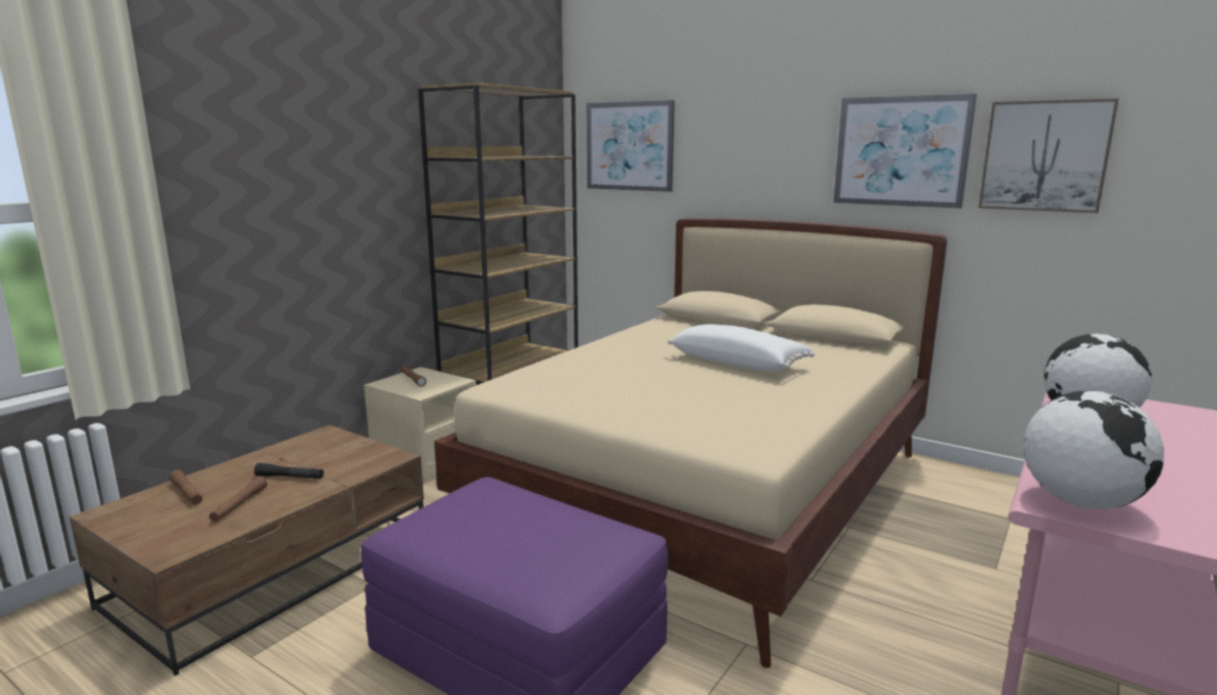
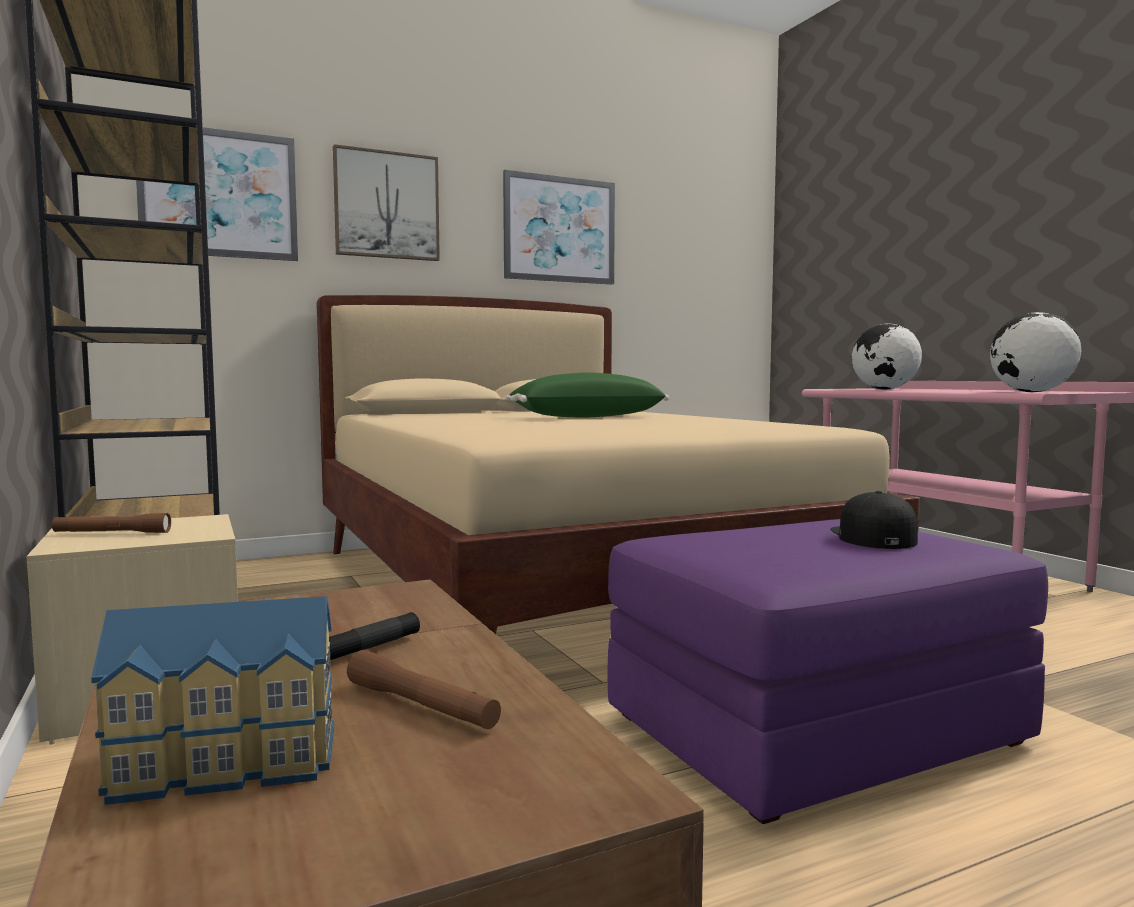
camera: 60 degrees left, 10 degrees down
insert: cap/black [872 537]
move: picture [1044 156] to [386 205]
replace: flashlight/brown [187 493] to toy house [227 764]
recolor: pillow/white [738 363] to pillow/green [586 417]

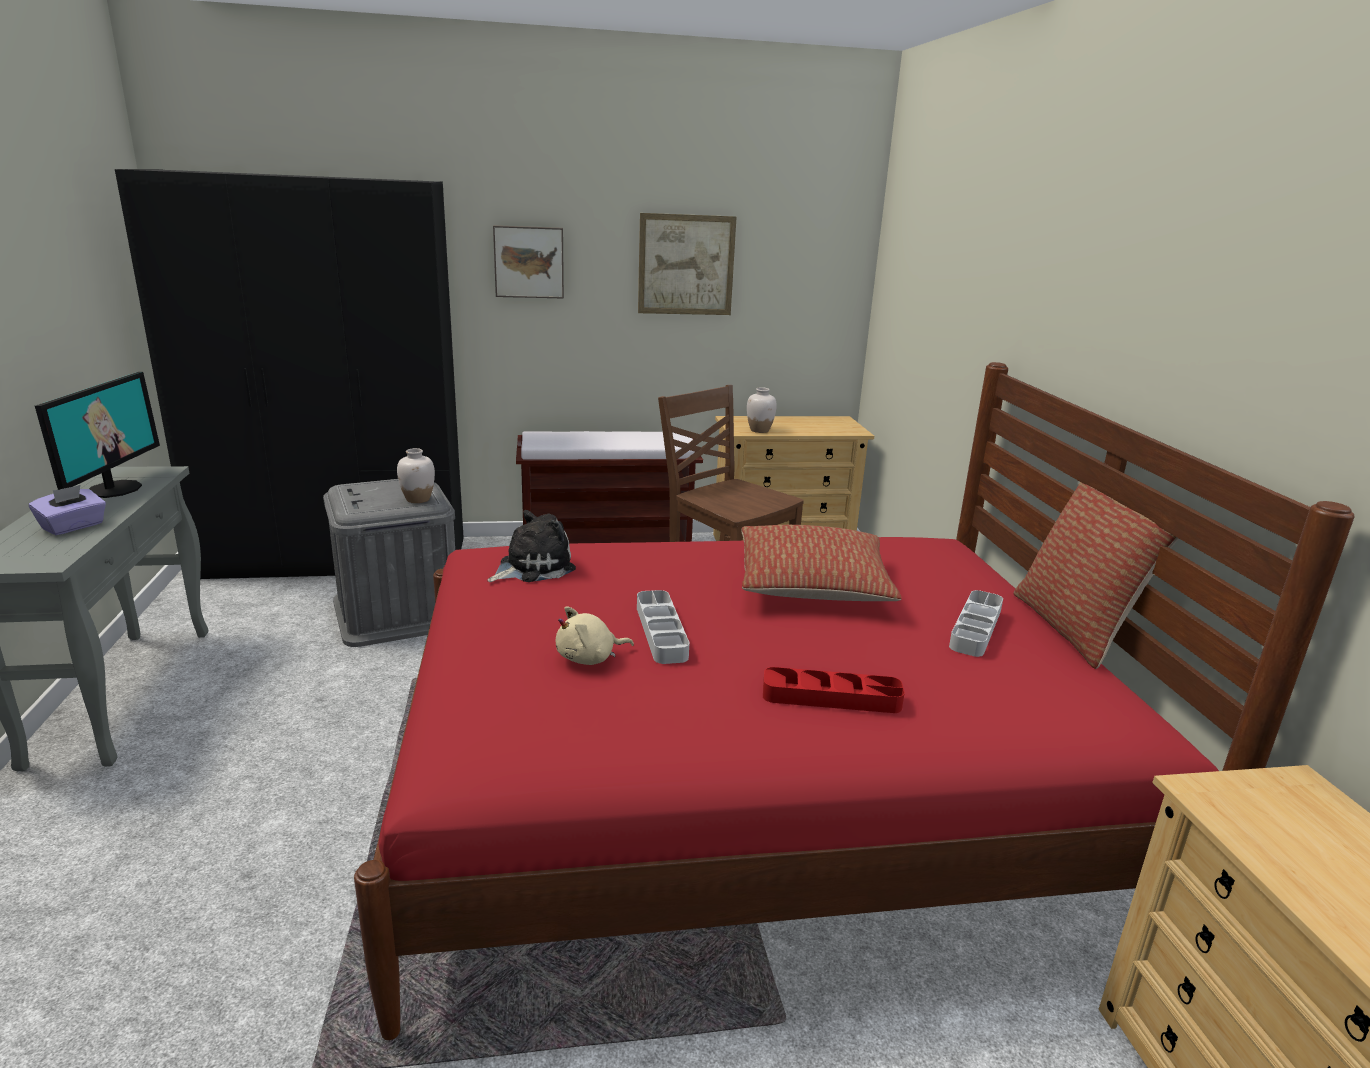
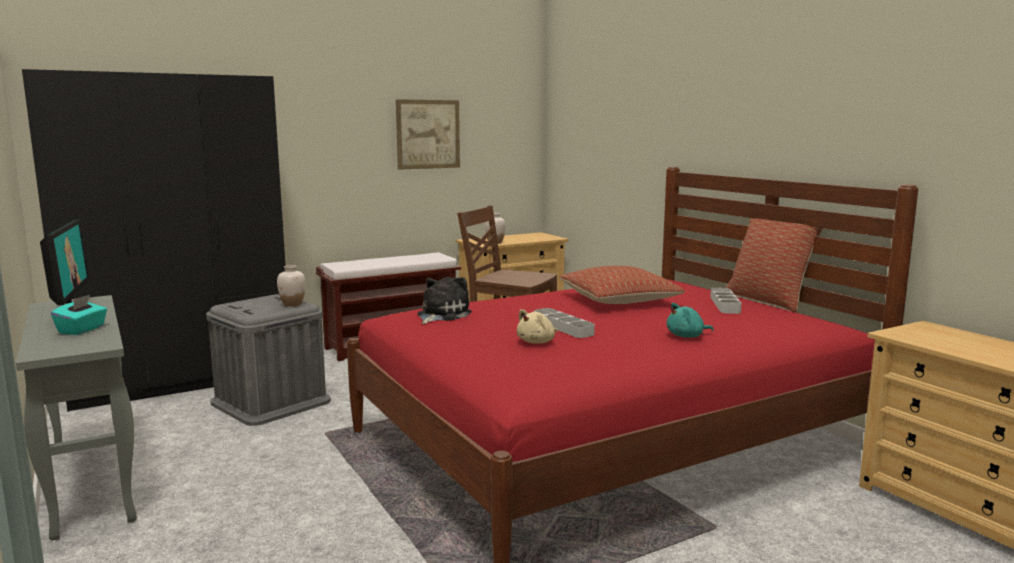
camera: 20 degrees left, 10 degrees down
delete: picture [529 262]
replace: tray/red [831 697] to plush toy/turquoise [687 336]
recolor: tissue box/purple [73 527] to tissue box/turquoise [82 330]

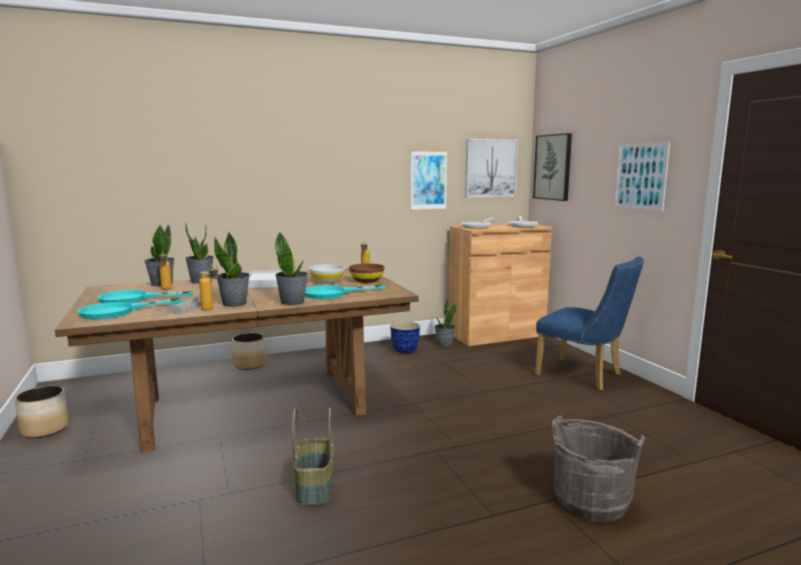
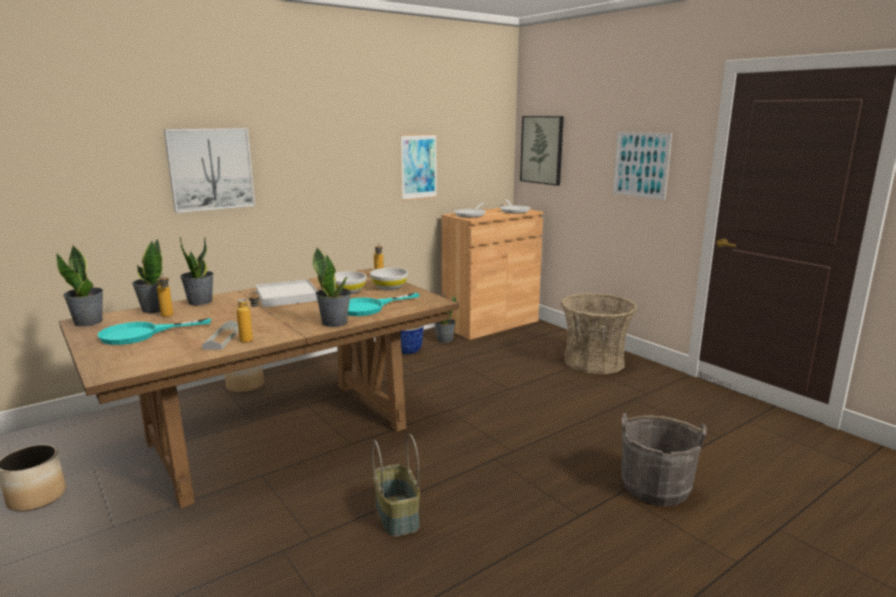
camera: 15 degrees left, 5 degrees up
delete: frying pan/turquoise [118 311]
move: potted plant [235 303] to [89 322]; picture [490 168] to [211 169]
replace: chair/blue [584 376] to basket [594 362]
recolor: bowl/brown [366 281] to bowl/white [389 287]

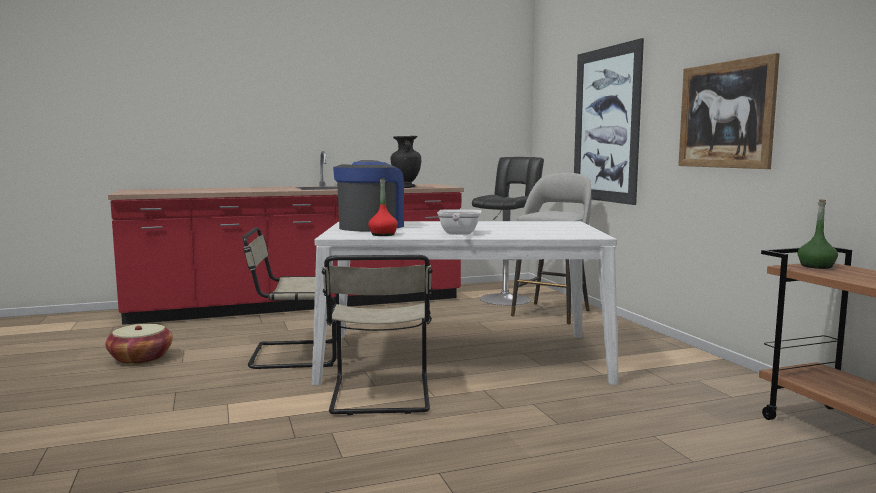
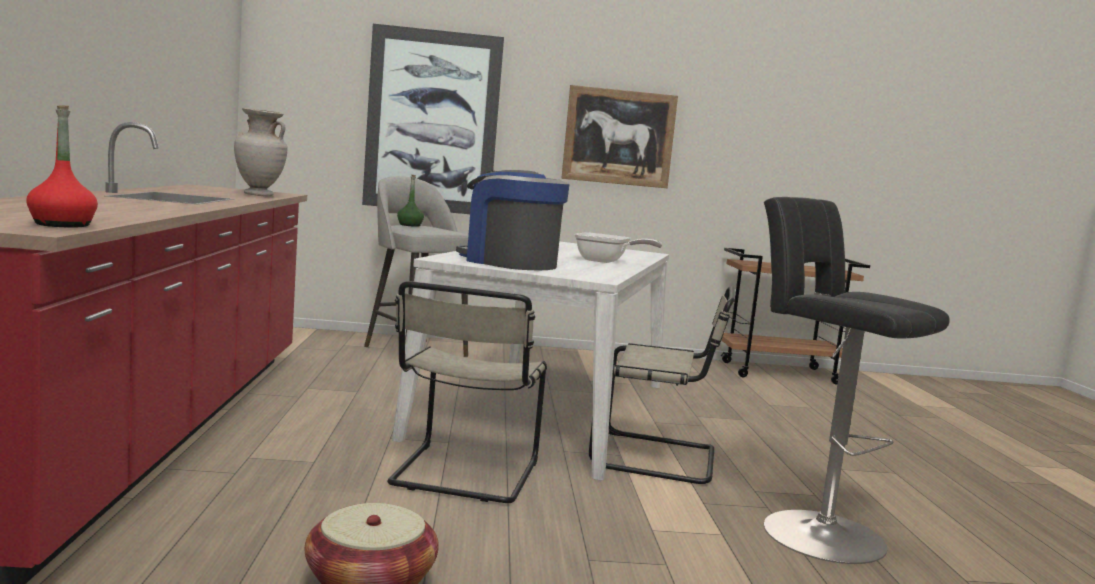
camera: 75 degrees left, 0 degrees up
move: bottle/red [383 234] to [62 225]; stool/black [506 298] to [815 532]; bottle/green [816 266] to [410 225]
recolor: vase/black [406 187] to vase/beige [258 195]

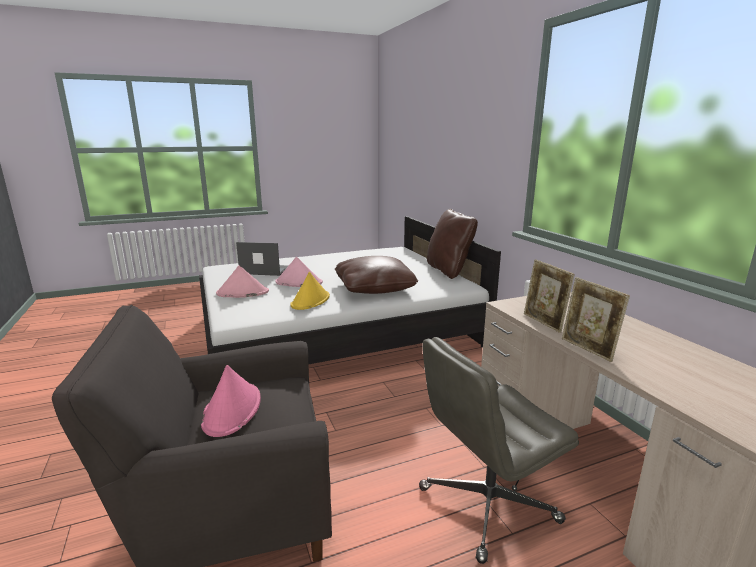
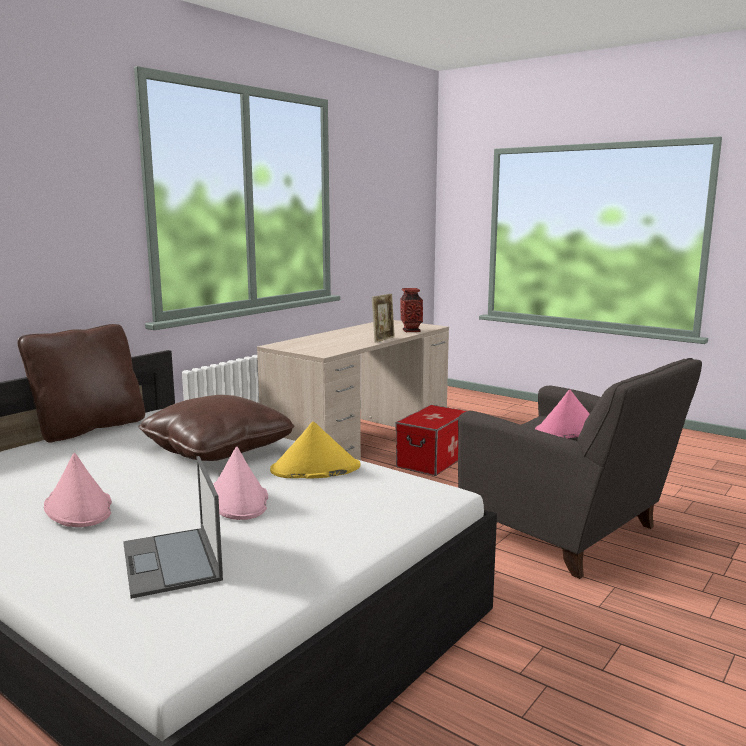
camera: 120 degrees left, 5 degrees down
delete: picture frame [543 323]
insert: vase [411 331]
move: hat/pink [242 293] to [79 507]
replace: office chair/grey [487 505] to storage box [432 461]

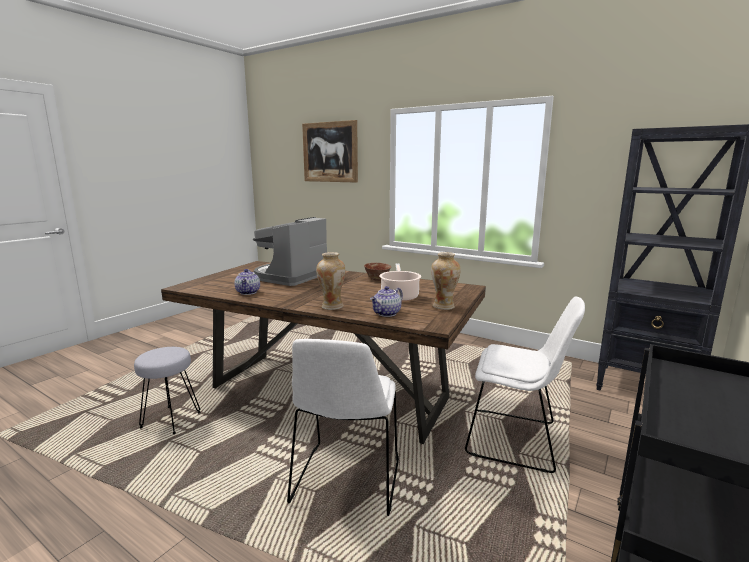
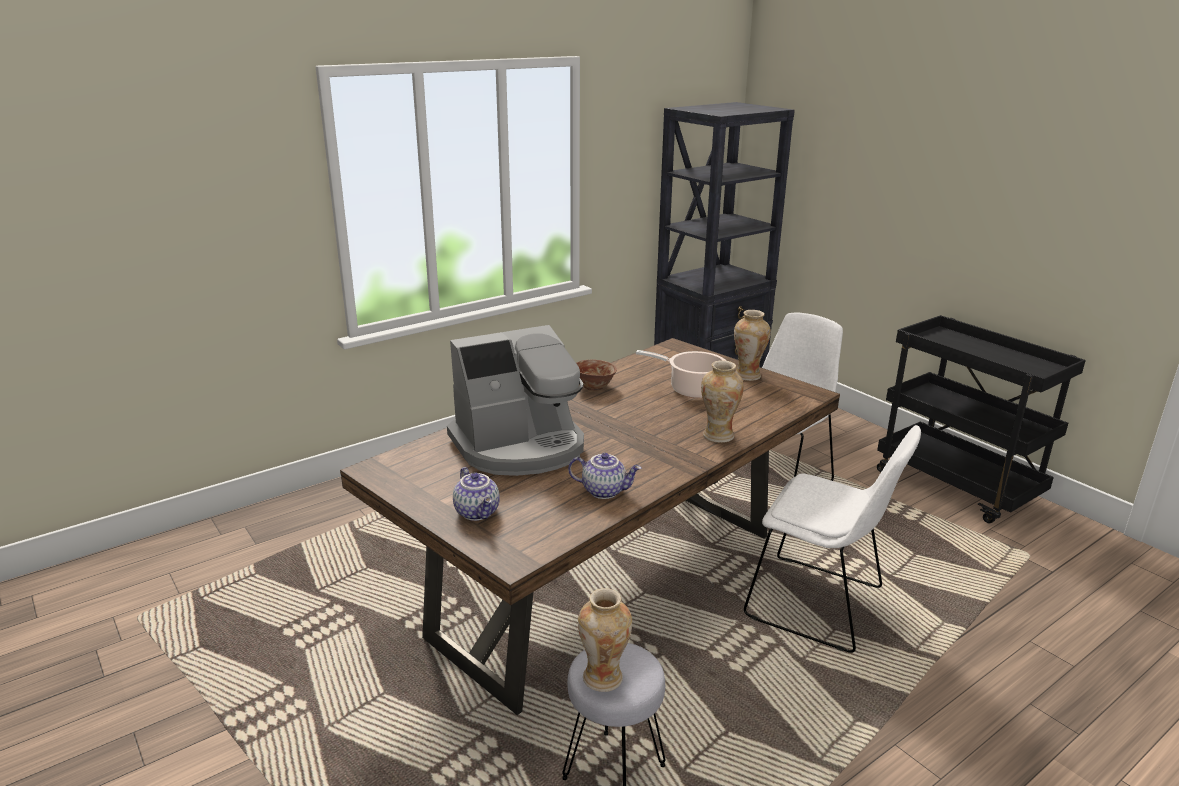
camera: 70 degrees left, 10 degrees up
delete: picture [330 152]
insert: vase [603 678]
move: teapot [387 314] to [478 512]
rotate: coffee machine [291 276] = [520 446] 75 degrees counterclockwise

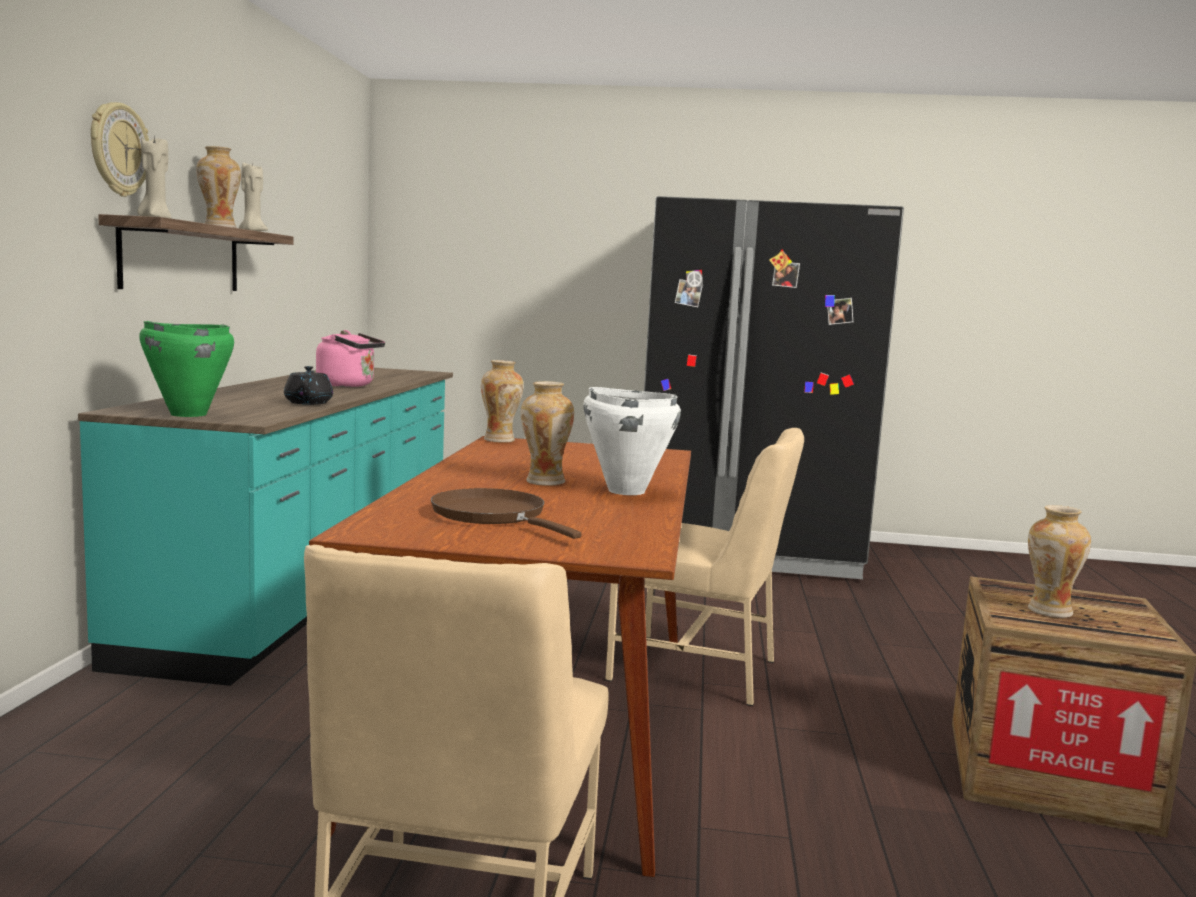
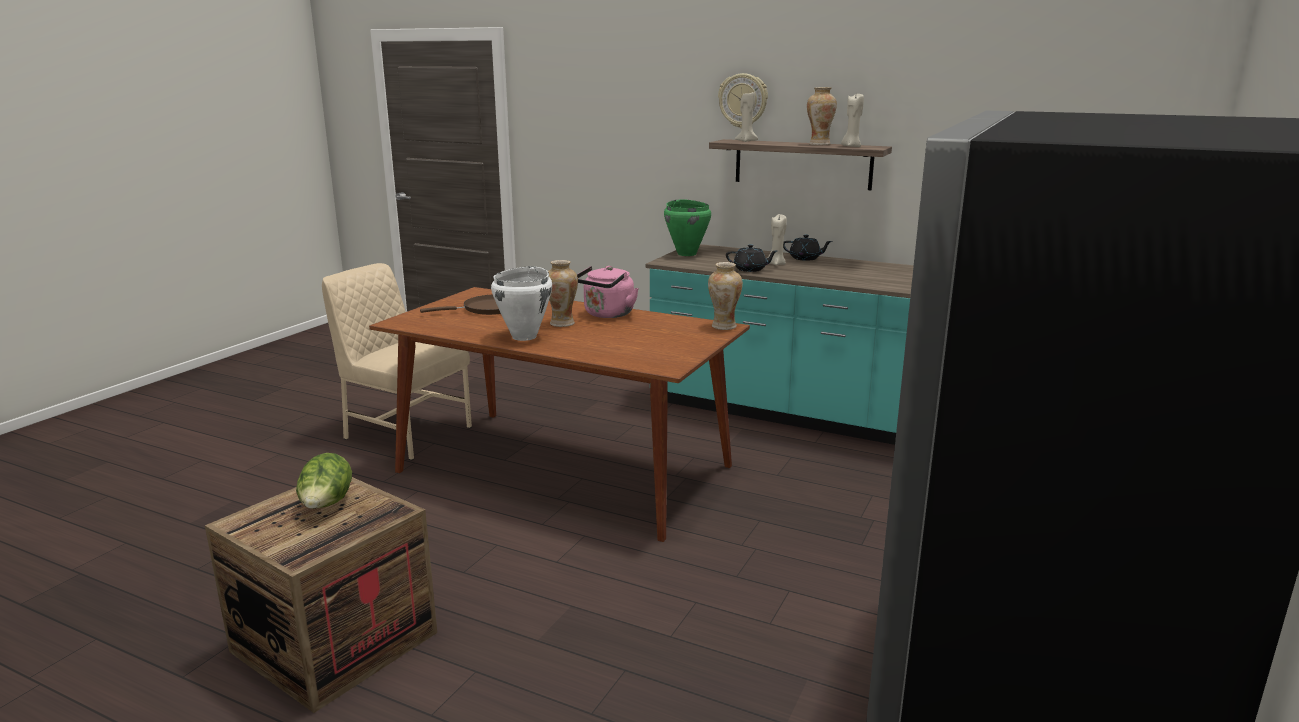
camera: 110 degrees right, 10 degrees up
delete: chair/beige [696 670]
insert: candle/beige [776 264]; teapot/black [805 258]
move: kettle/pink [349 385] to [607 314]
replace: vase [1049 611] to lettuce [326 506]

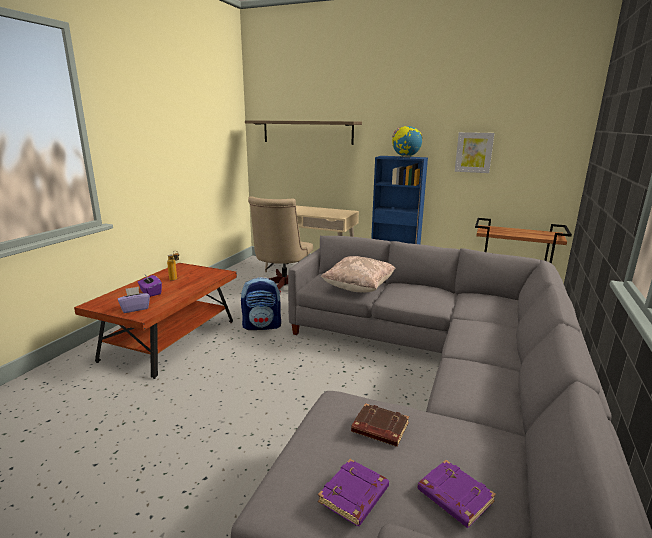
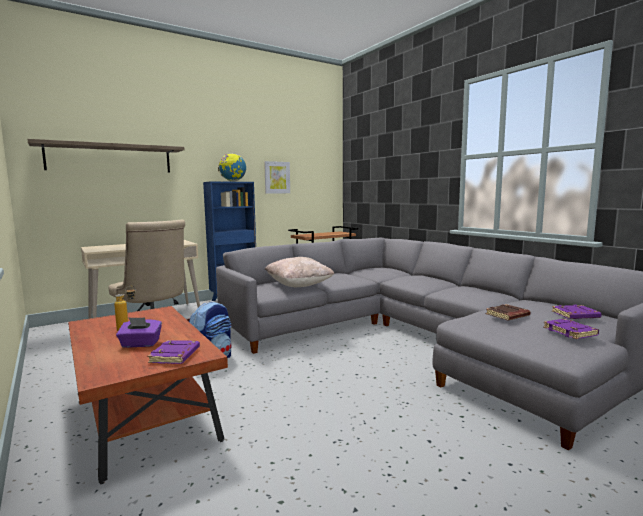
camera: 55 degrees left, 10 degrees down
replace: tissue box/purple [135 308] to book/purple [175 356]

